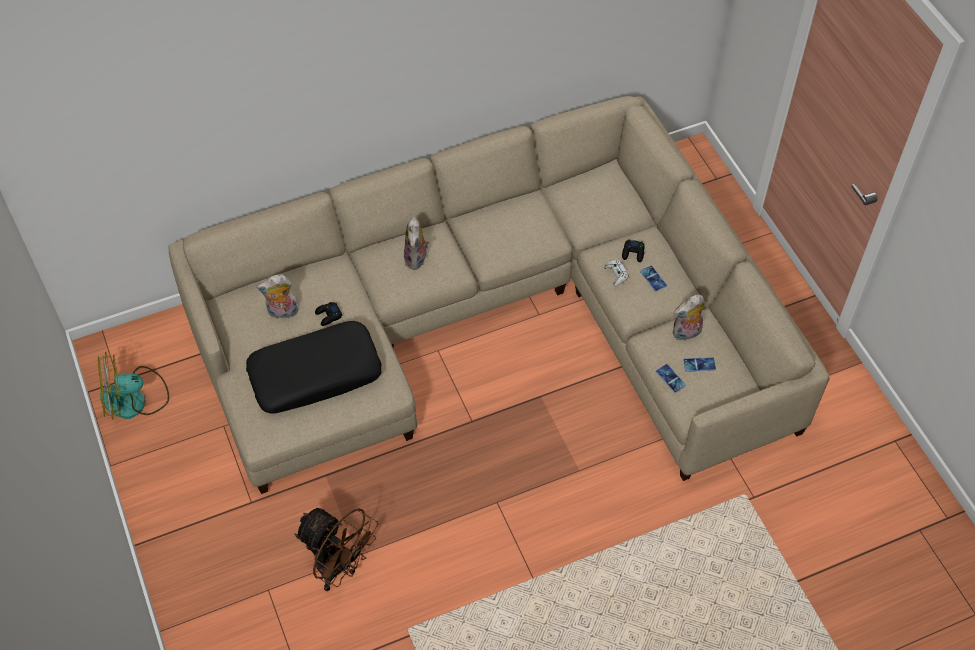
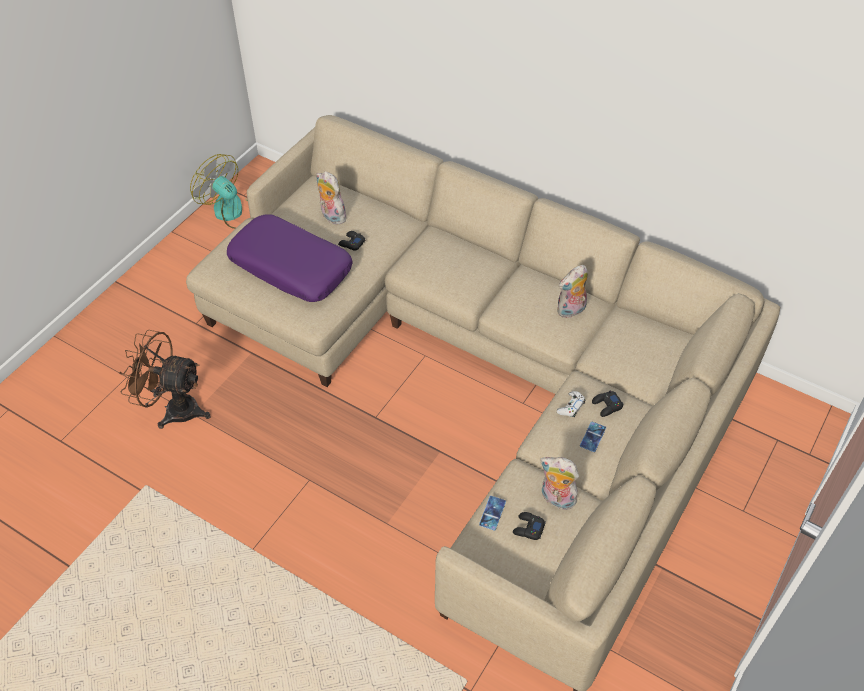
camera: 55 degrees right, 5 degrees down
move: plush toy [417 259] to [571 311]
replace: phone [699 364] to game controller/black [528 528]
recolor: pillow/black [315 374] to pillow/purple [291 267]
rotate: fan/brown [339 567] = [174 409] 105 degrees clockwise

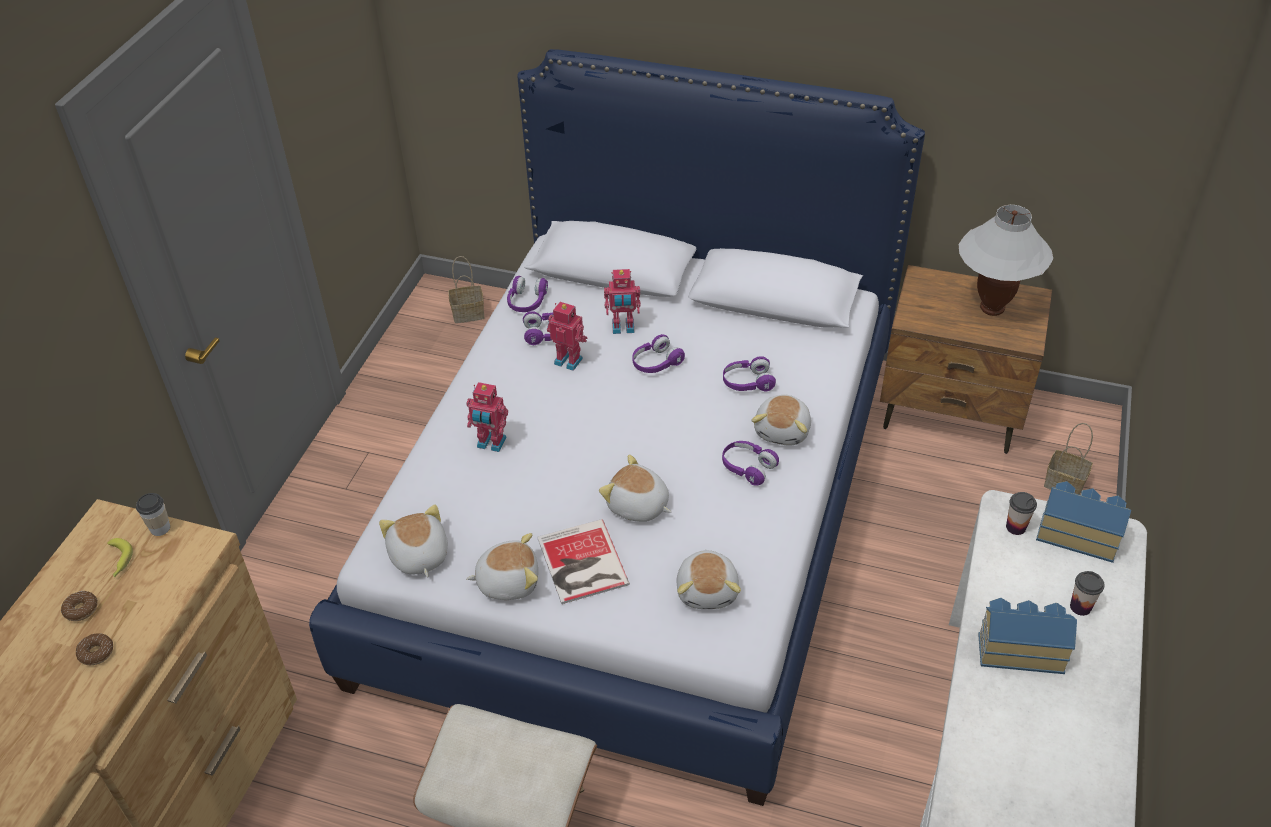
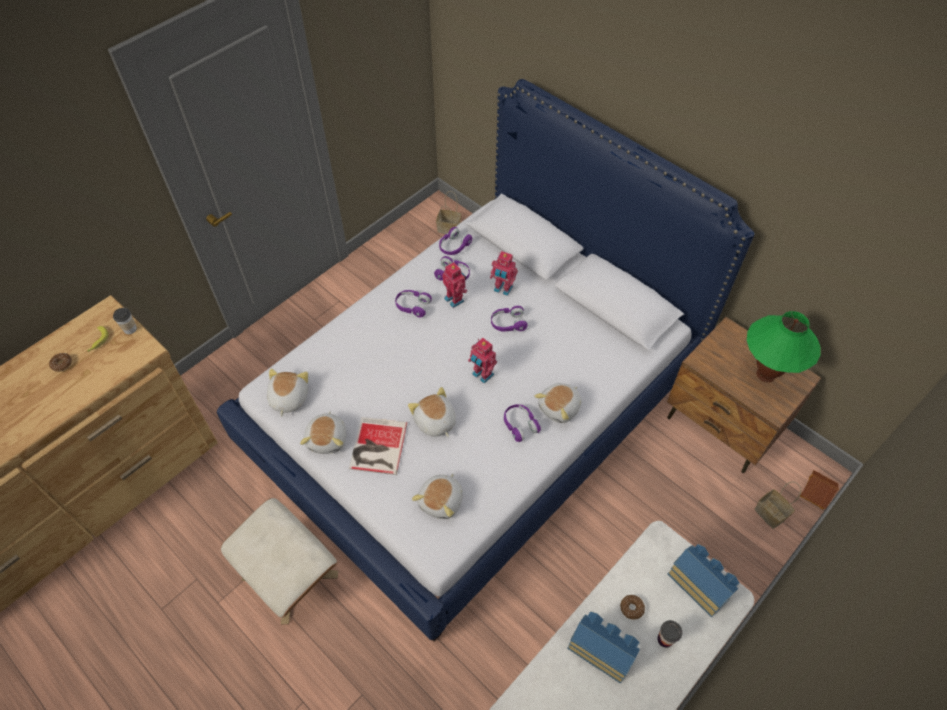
camera: 25 degrees right, 10 degrees up
delete: cup [1016 527]
insert: toy house [815 492]
move: donut [96 653] to [631 608]; toy robot [491 444] to [482 375]; headphones/purple [747 382] to [412 306]
recolor: table lamp/white [991 308] to table lamp/green [765 375]
rotate: plush toy [508 581] = [328 439] 75 degrees clockwise

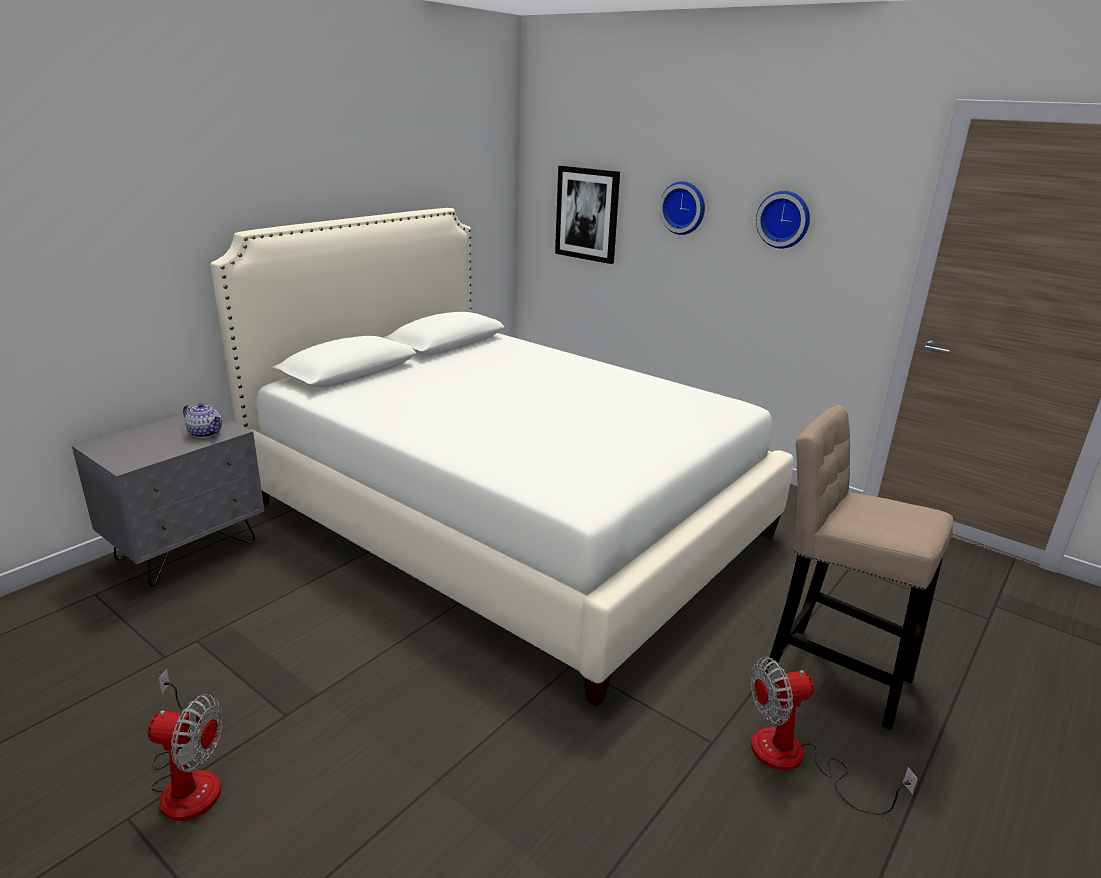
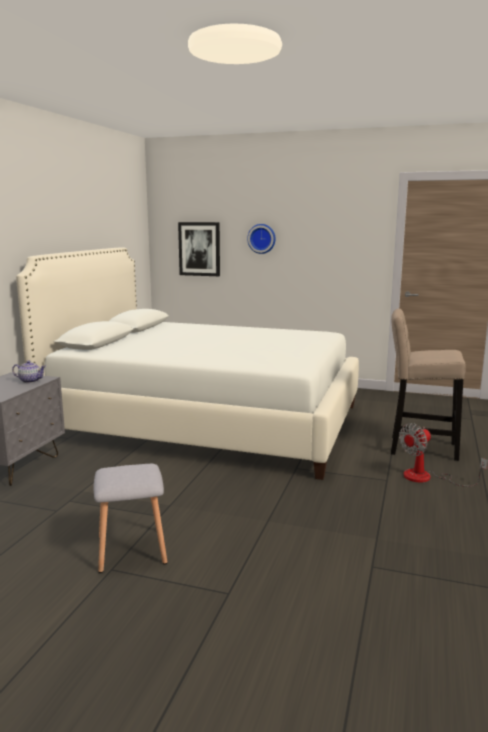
camera: 20 degrees left, 10 degrees down
delete: wall clock [784 219]
replace: fan [188 780] to stool/grey [131 549]

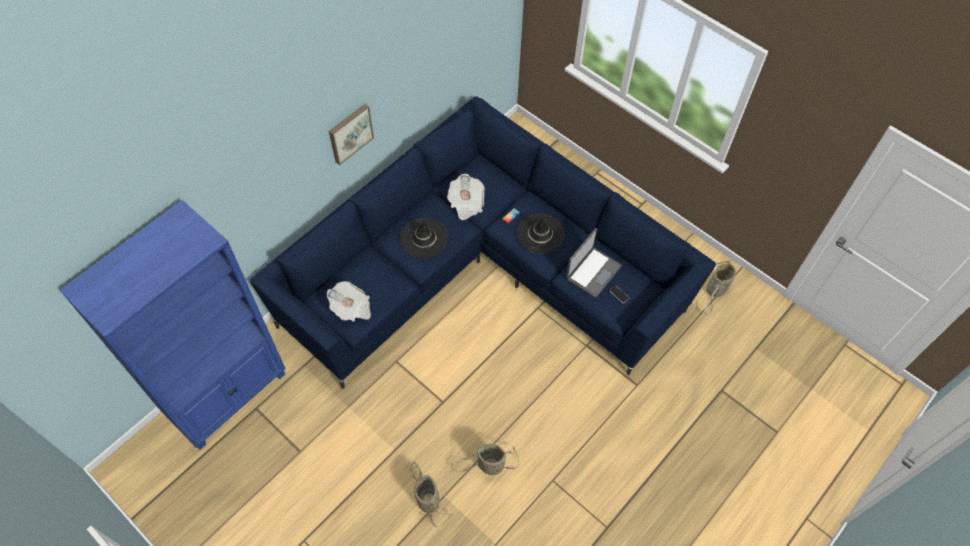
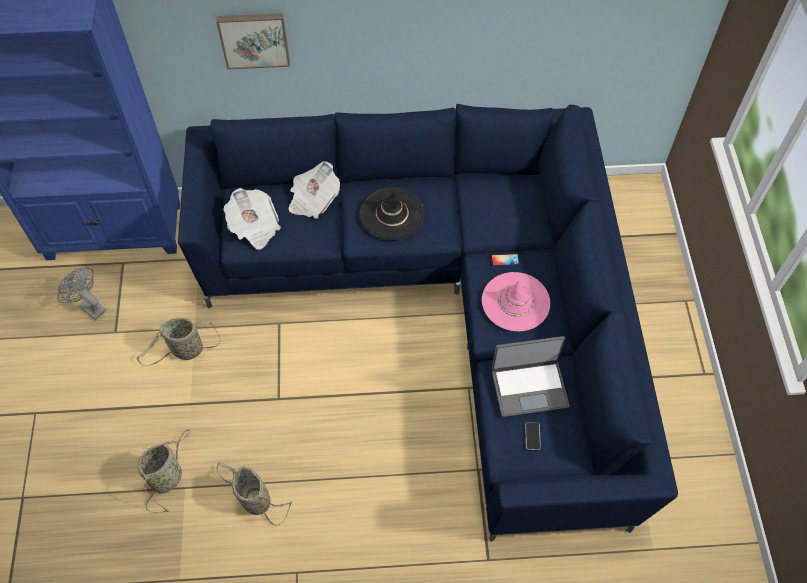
camera: 45 degrees right, 0 degrees up
insert: fan/grey [89 306]
move: picture [350 133] to [254 39]; newspaper [466 203] to [313 199]; basket [715 291] to [185 351]
recolor: hat/black [540 234] to hat/pink [515 302]

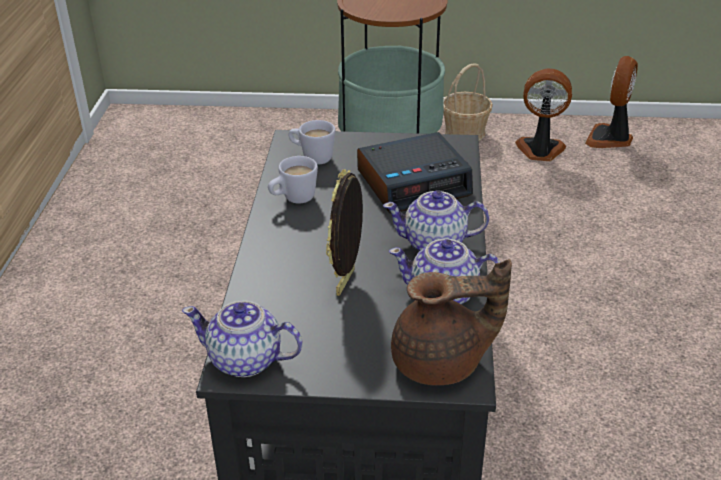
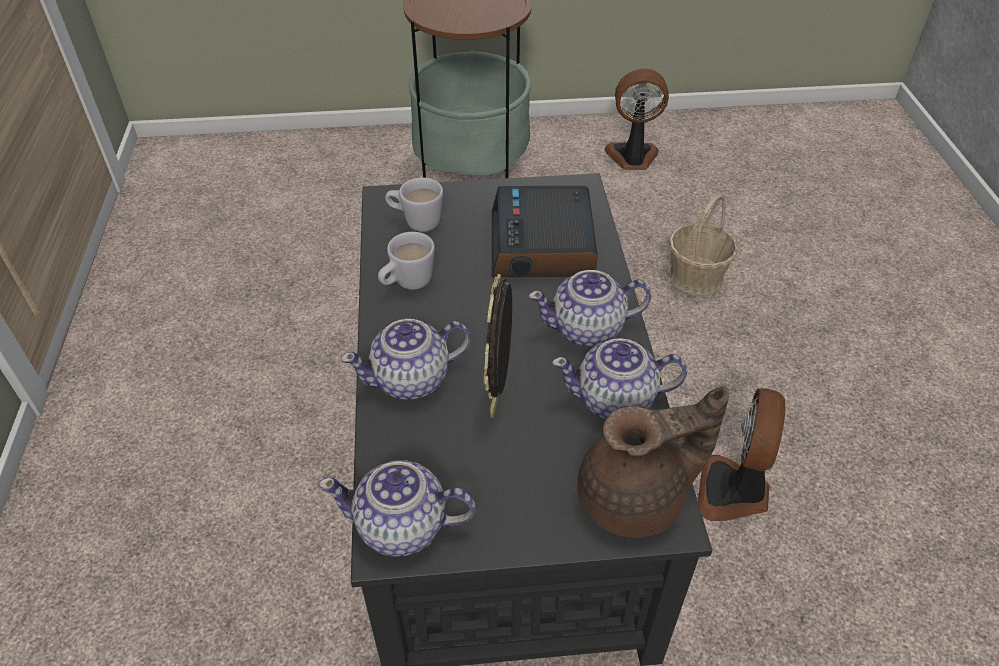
camera: 10 degrees left, 10 degrees up
insert: teapot [412 380]
move: basket [465 132] to [696 276]; fan [610 139] to [734 492]
rotate: alarm clock [414 182] = [543 246] 120 degrees clockwise

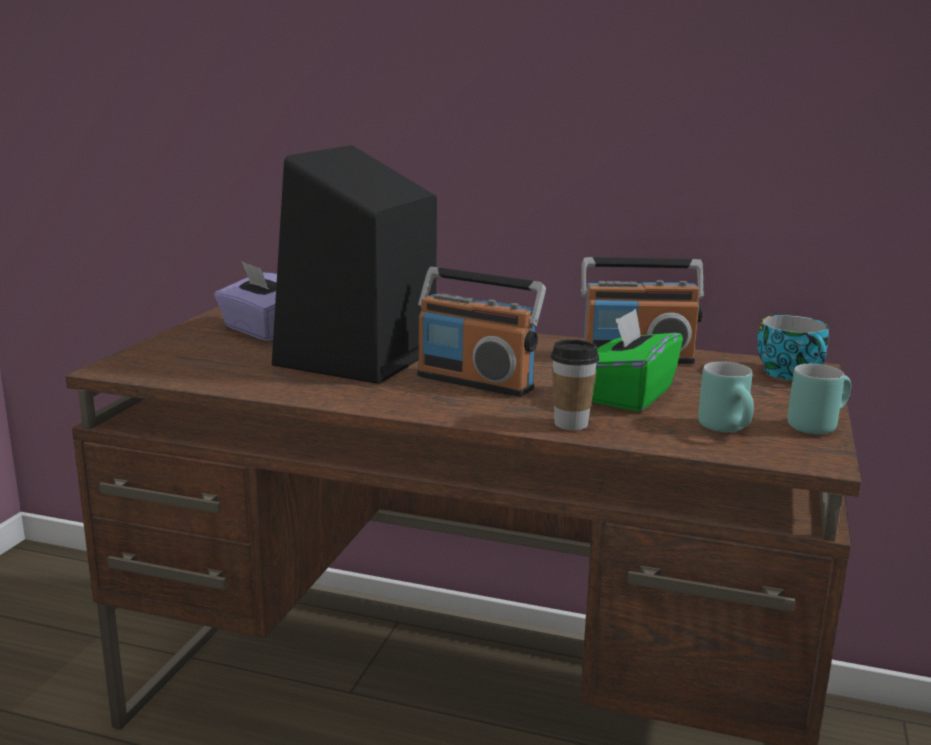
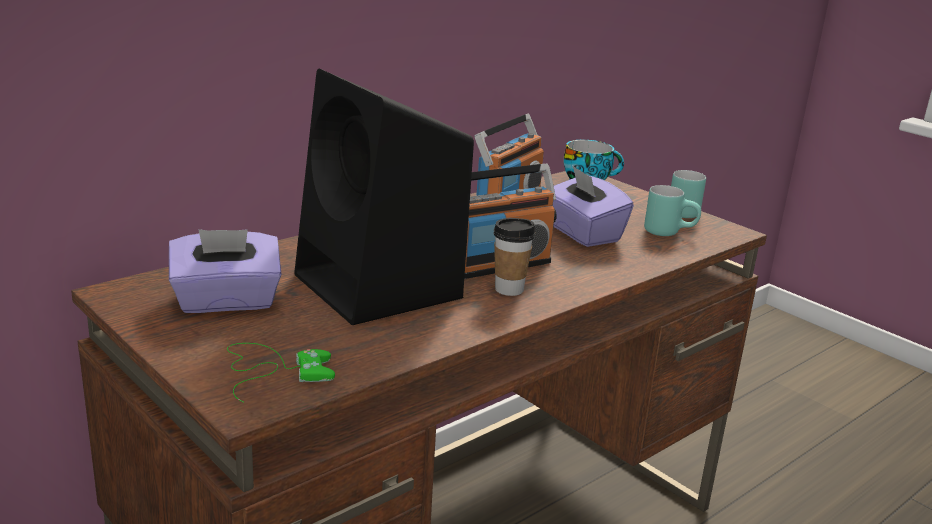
camera: 60 degrees left, 5 degrees up
insert: game controller/green [273 370]
move: cup [571 424] to [509 289]
recolor: tissue box/green [629 395] to tissue box/purple [581 233]

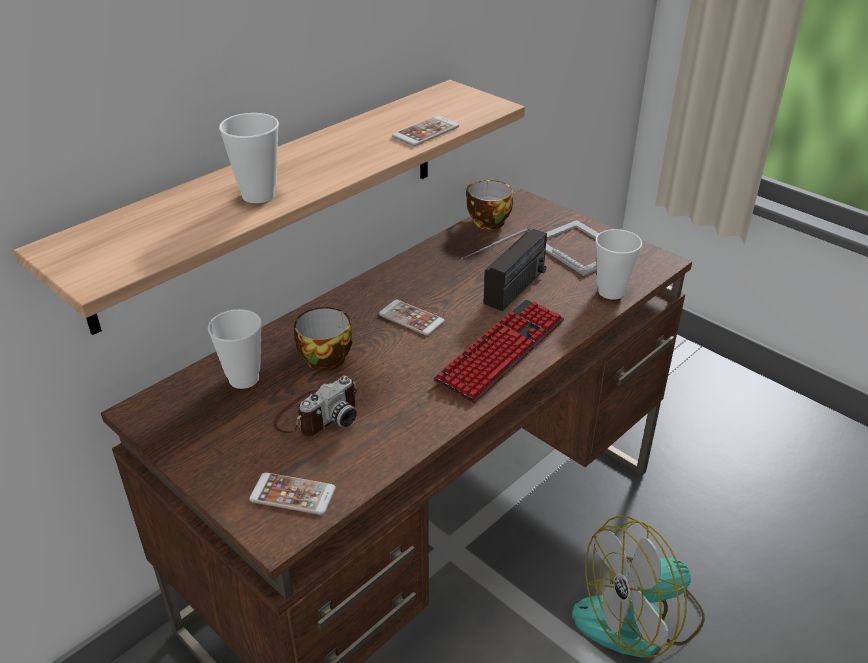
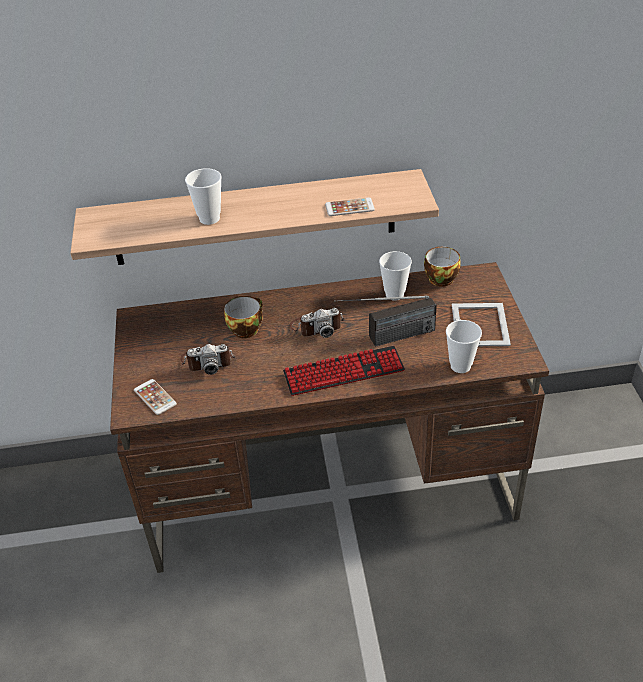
camera: 40 degrees right, 5 degrees up
delete: fan [639 618]
move: cup [244 379] to [394 294]
replace: phone [411 318] to photo camera [317 326]

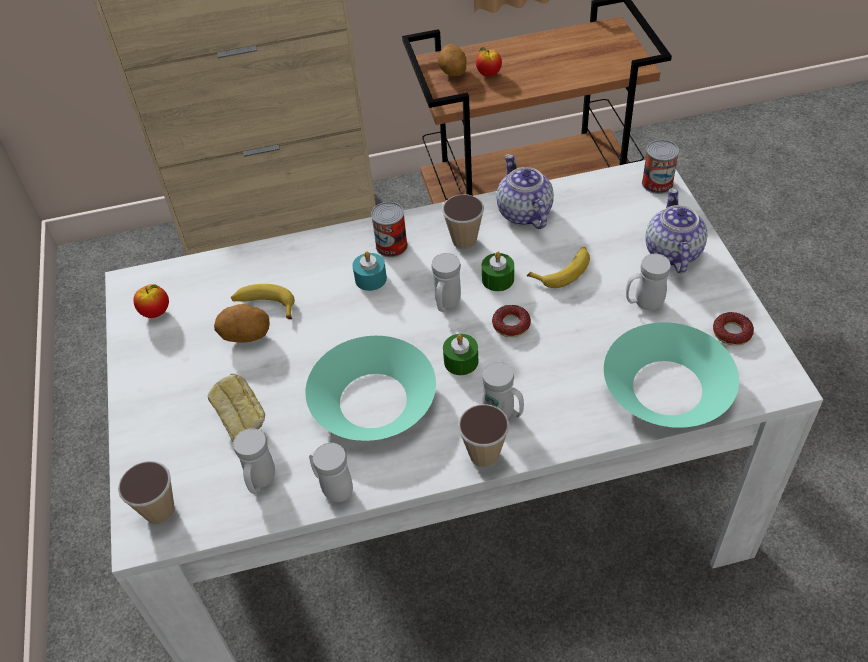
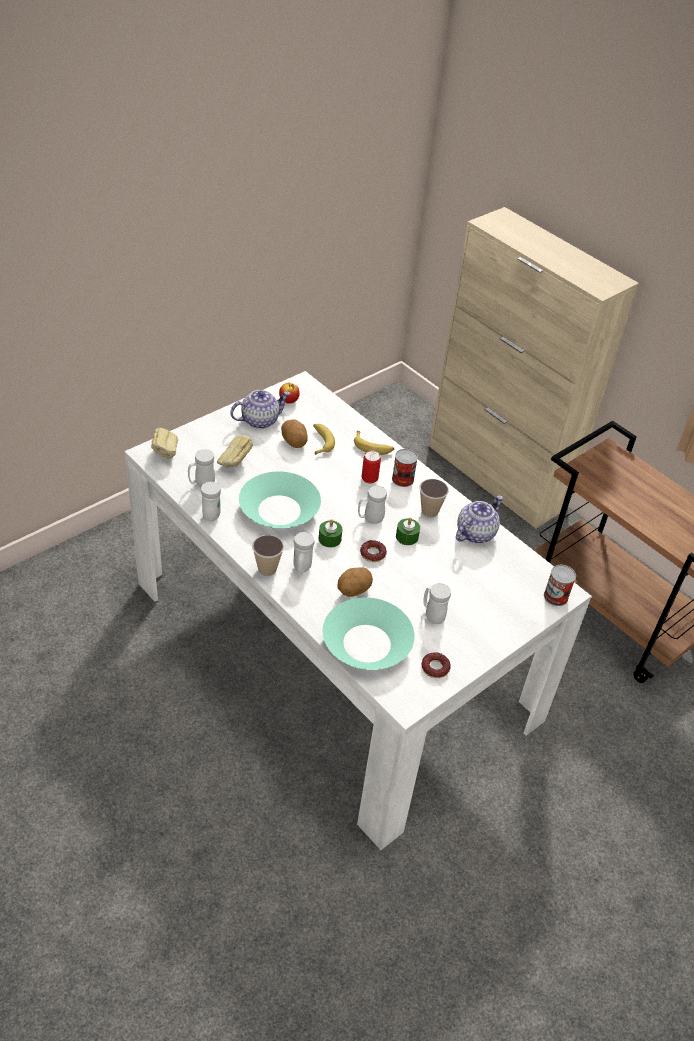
camera: 55 degrees right, 5 degrees down
delete: apple [489 74]
move: potato [452 73] to [353 590]; banana [563 271] to [373 447]; teapot [671 252] to [260 420]
replace: cup [160 511] to bread [165 453]; candle/turquoise [370 279] to can [369 479]

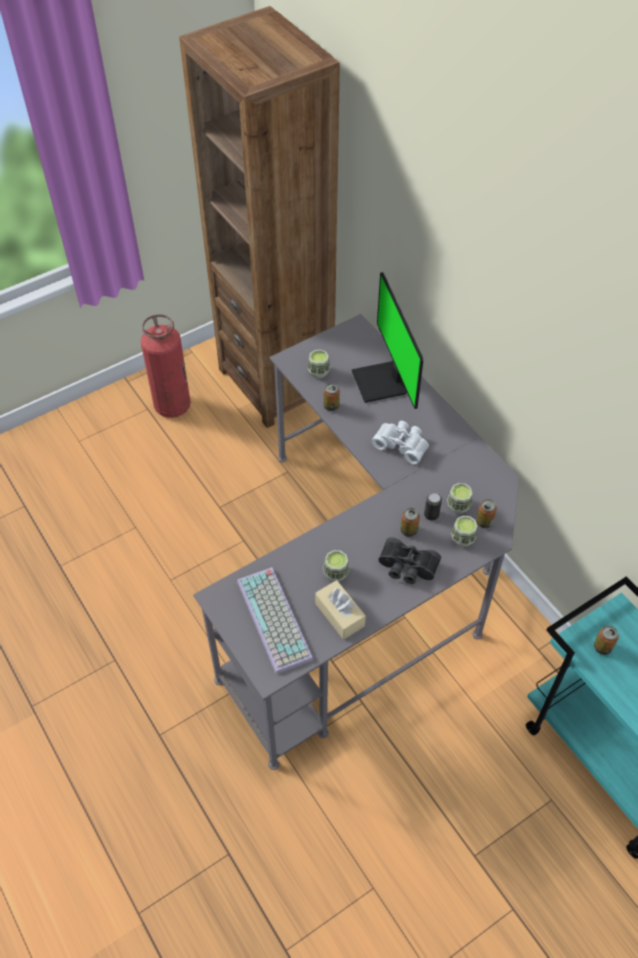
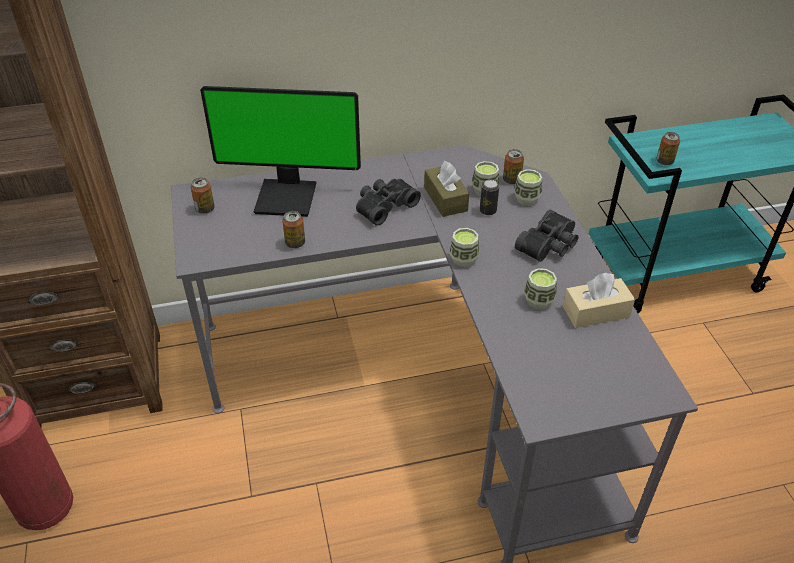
camera: 70 degrees left, 10 degrees down
delete: keyboard [276 620]
insert: tissue box/brown [445 199]
move: cup [318 372] to [463 259]; can [408 530] to [205 209]
recolor: binoculars/white [401 445] to binoculars/black [384 206]

